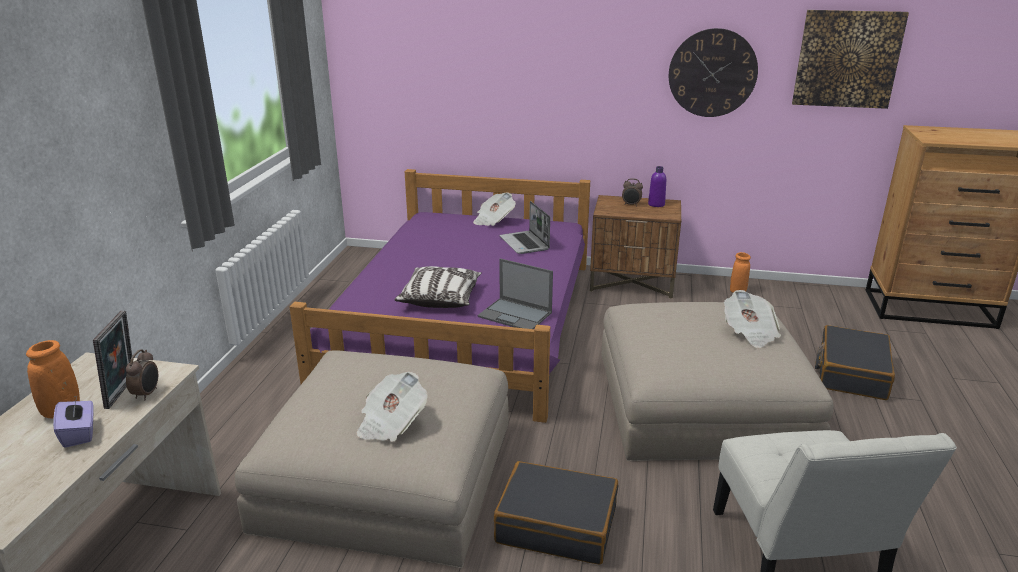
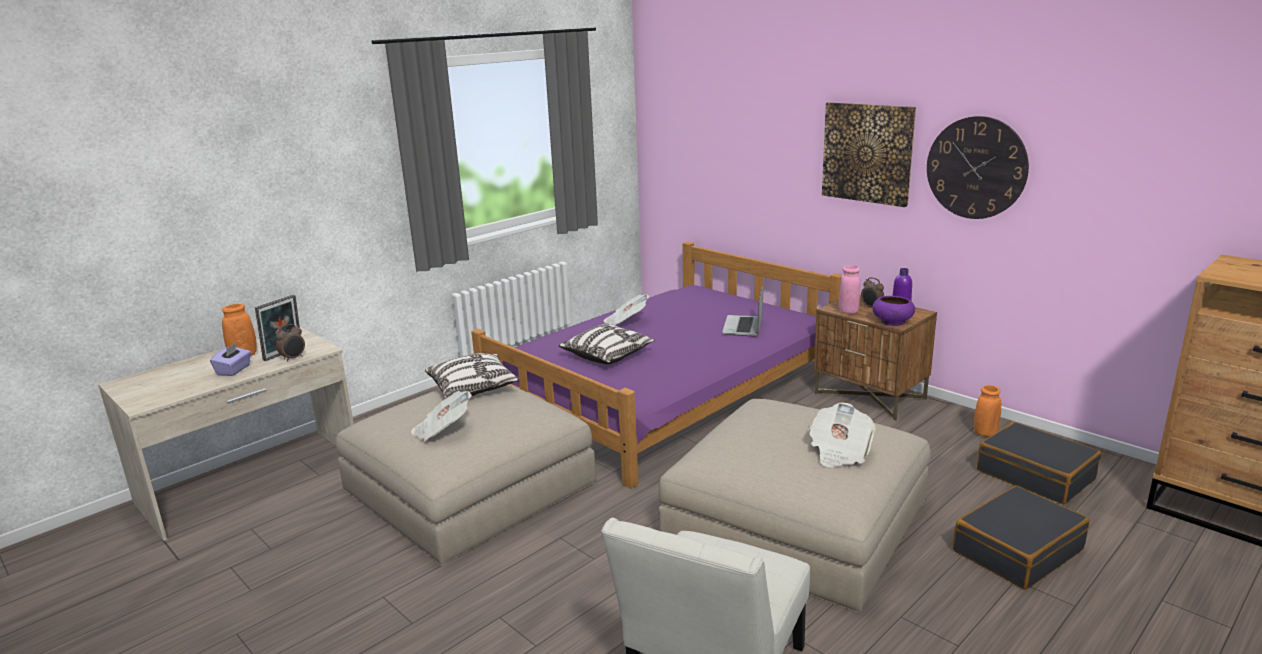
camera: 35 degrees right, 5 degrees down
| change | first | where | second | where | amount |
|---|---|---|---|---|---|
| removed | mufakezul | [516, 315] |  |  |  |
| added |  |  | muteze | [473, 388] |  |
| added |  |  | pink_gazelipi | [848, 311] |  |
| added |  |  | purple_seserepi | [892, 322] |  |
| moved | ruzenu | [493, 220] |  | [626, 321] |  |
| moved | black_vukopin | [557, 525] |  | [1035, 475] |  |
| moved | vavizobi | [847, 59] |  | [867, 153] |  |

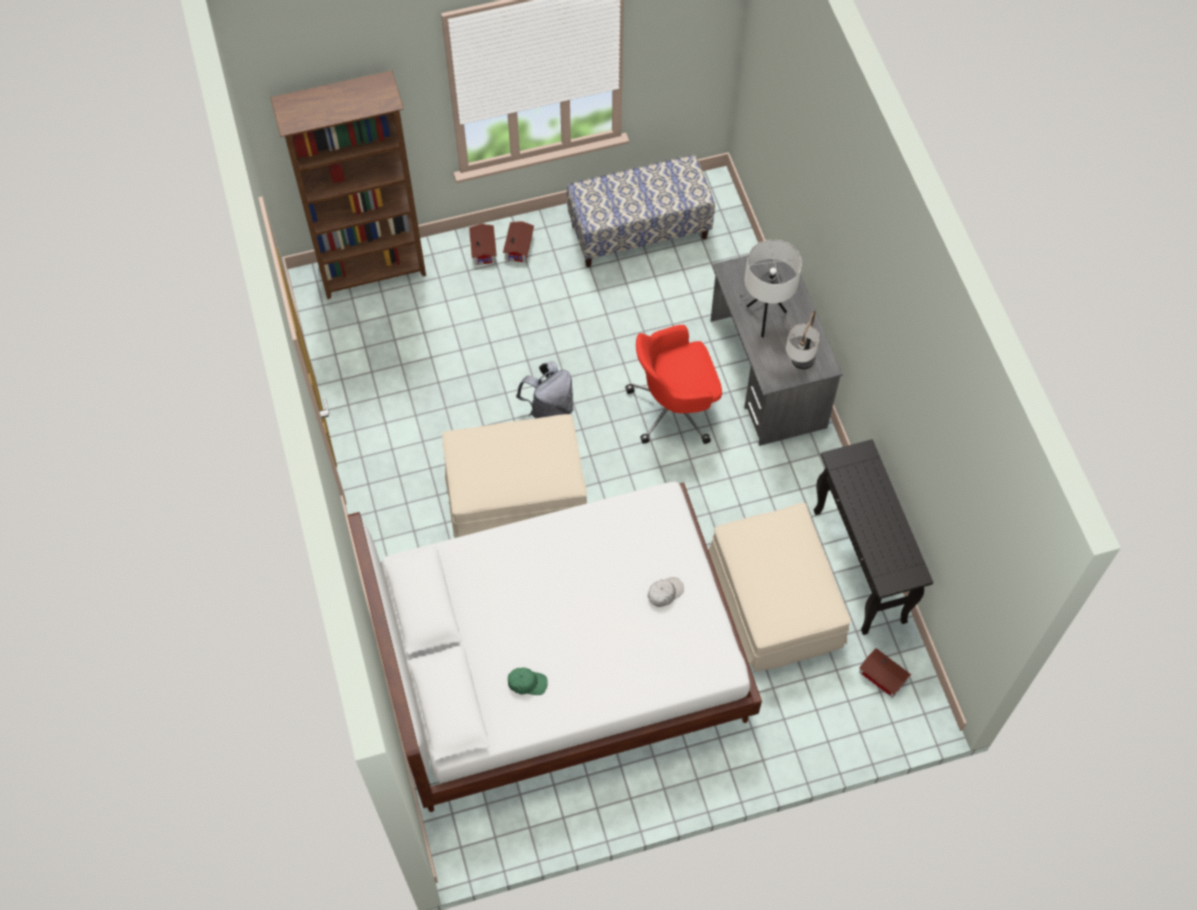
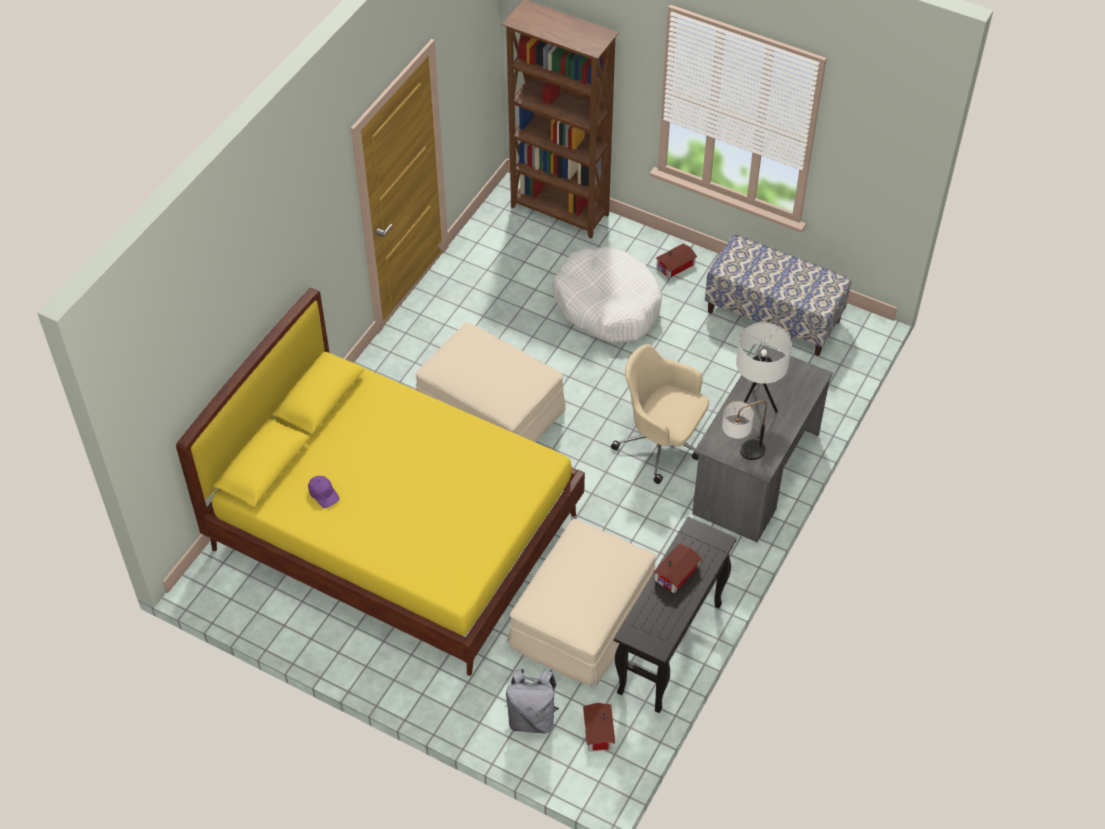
camera: 45 degrees right, 10 degrees down
| change | first | where | second | where | amount |
|---|---|---|---|---|---|
| removed | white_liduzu | [665, 593] |  |  |  |
| added |  |  | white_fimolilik | [607, 305] |  |
| moved | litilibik | [484, 248] |  | [678, 573] |  |
| moved | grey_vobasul | [549, 411] |  | [532, 718] |  |
| recoloured | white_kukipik | [559, 659] | yellow_kukipik | [396, 531] |  |
| recoloured | green_liduzu | [527, 683] | purple_liduzu | [323, 494] |  |
| recoloured | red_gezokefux | [675, 407] | beige_gezokefux | [662, 444] |  |

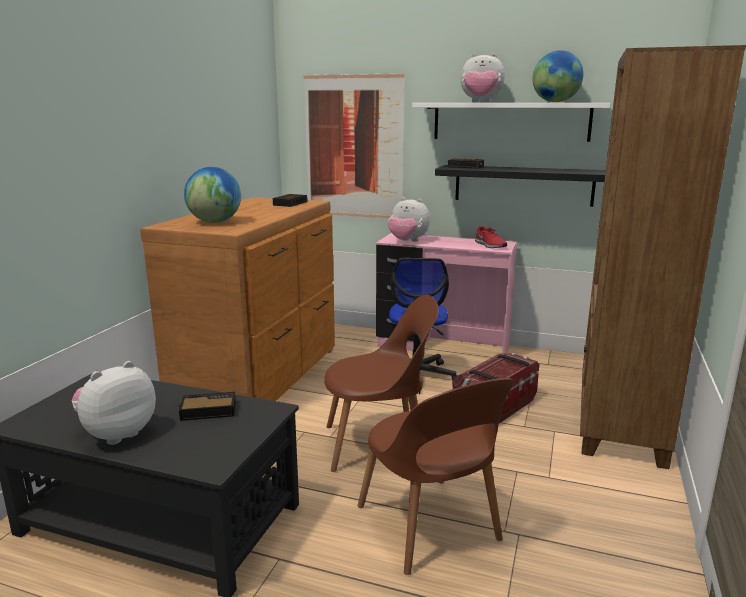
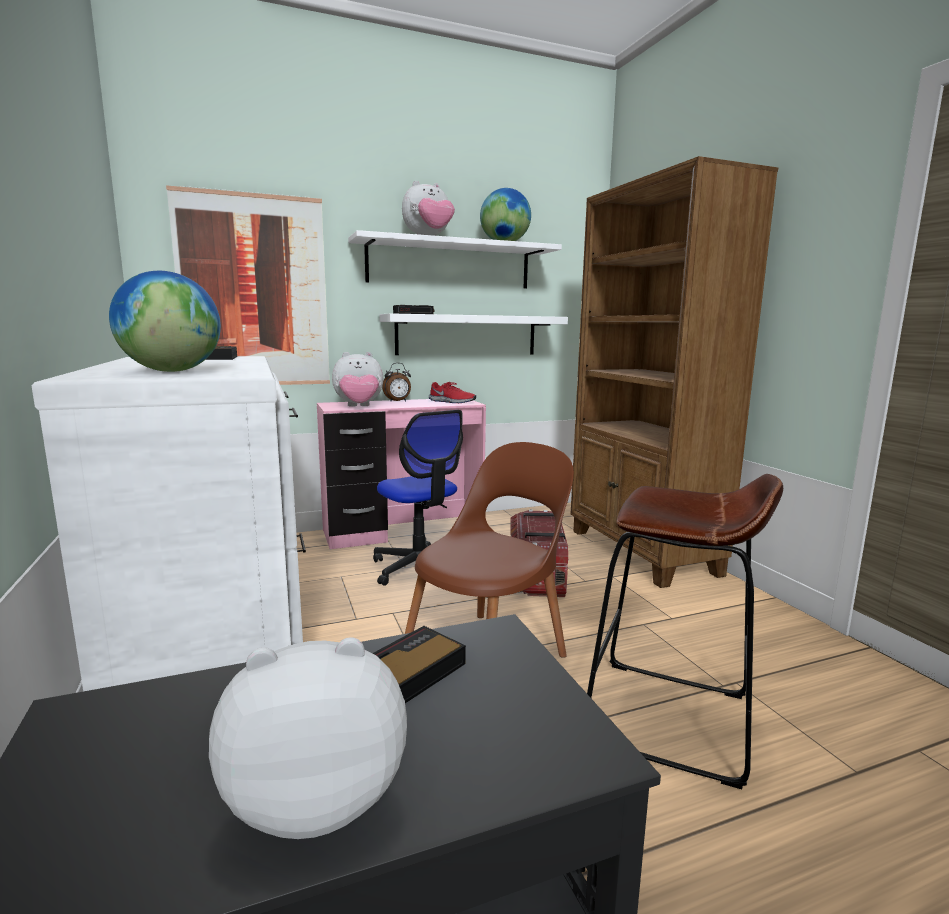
camera: 40 degrees left, 5 degrees down
| change | first | where | second | where | amount |
|---|---|---|---|---|---|
| added |  |  | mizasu | [398, 401] |  |
| replaced | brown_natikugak | [429, 527] | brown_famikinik | [668, 718] |  |
| recoloured | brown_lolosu | [261, 378] | white_lolosu | [218, 633] |  |
| recoloured | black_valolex | [523, 185] | white_valolex | [467, 335] |  |
| turned | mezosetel | [117, 434] |  | [317, 796] | 75 degrees clockwise |

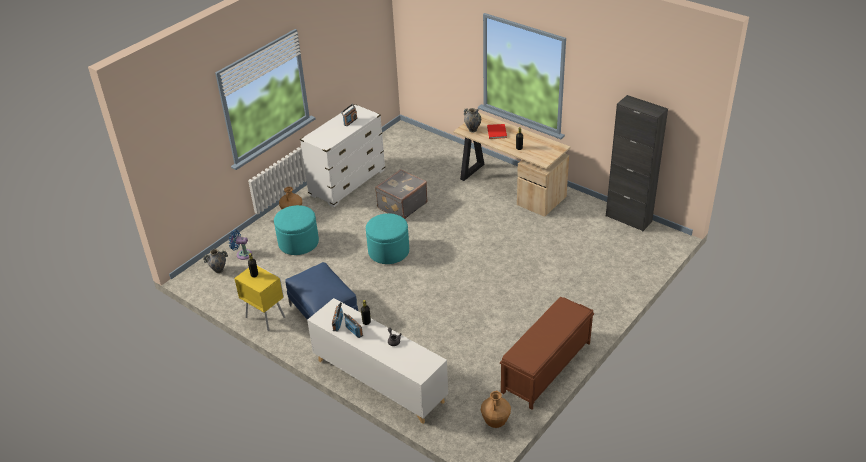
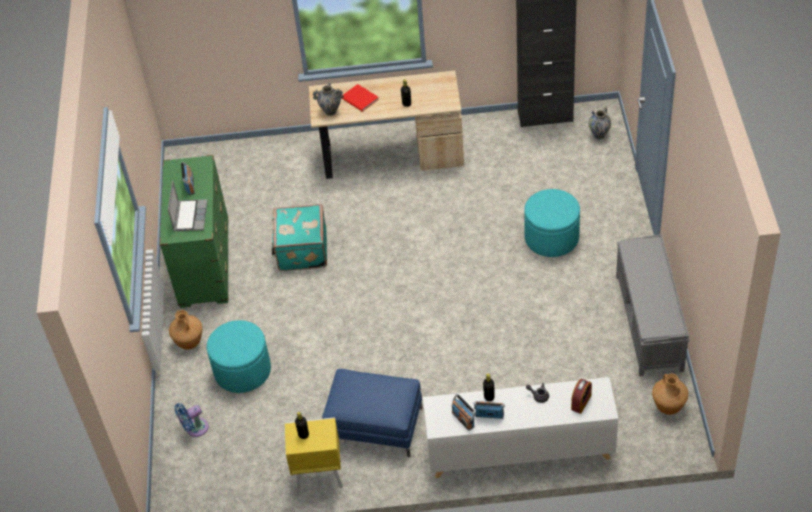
camera: 40 degrees left, 10 degrees up
| change | first | where | second | where | amount |
|---|---|---|---|---|---|
| added |  |  | mufakezul | [190, 216] |  |
| added |  |  | mizasu | [581, 402] |  |
| moved | gazelipi | [218, 270] |  | [599, 135] |  |
| moved | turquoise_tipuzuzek | [388, 251] |  | [551, 238] |  |
| recoloured | white_lolosu | [347, 183] | green_lolosu | [204, 263] |  |
| recoloured | grey_vukopin | [401, 205] | turquoise_vukopin | [301, 250] |  |
| recoloured | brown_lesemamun | [546, 368] | grey_lesemamun | [649, 323] |  |

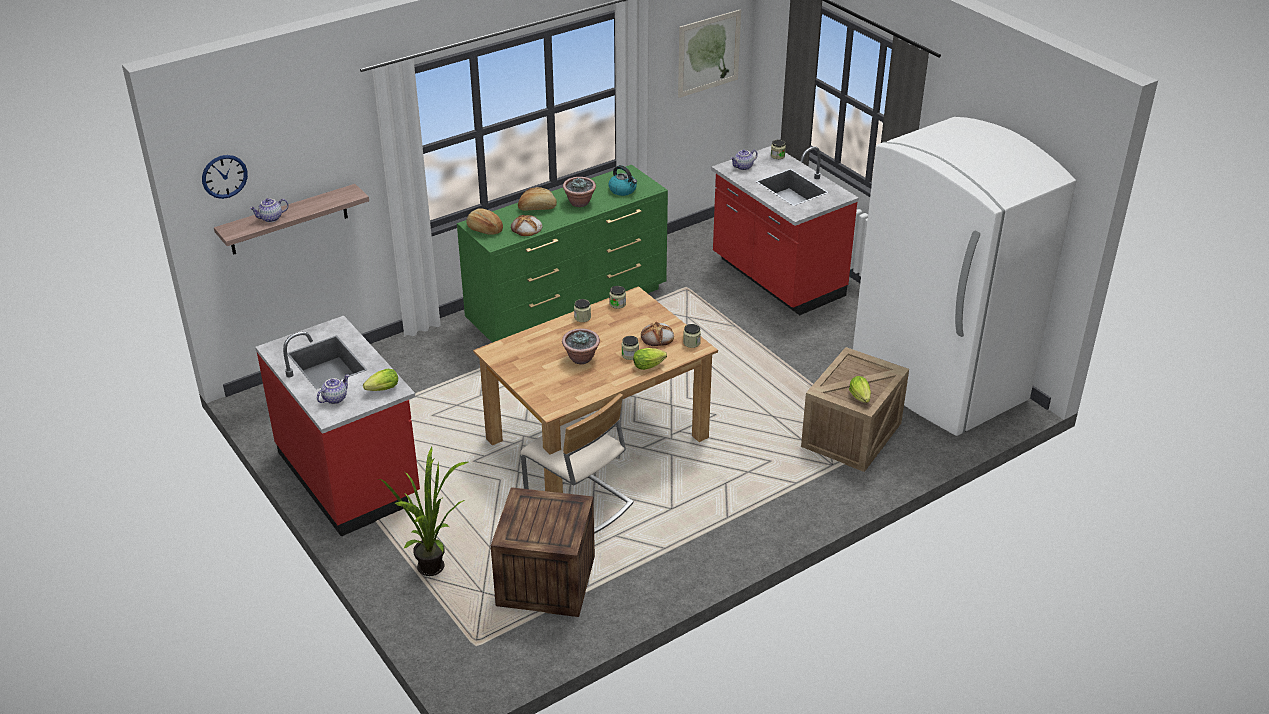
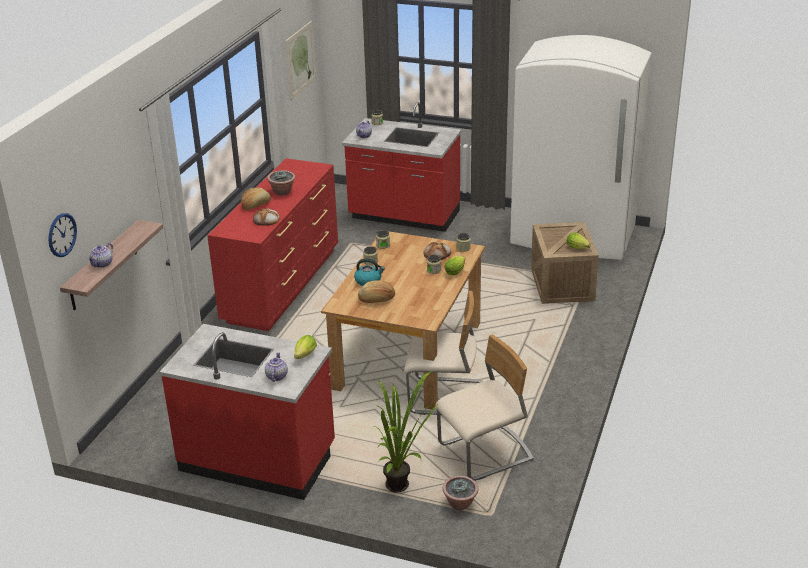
camera: 35 degrees left, 5 degrees down
| change | first | where | second | where | amount |
|---|---|---|---|---|---|
| moved | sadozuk | [484, 229] |  | [376, 299] |  |
| moved | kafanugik | [581, 358] |  | [460, 504] |  |
| moved | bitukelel | [623, 190] |  | [368, 281] |  |
| replaced | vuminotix | [546, 581] | beige_natikugak | [486, 454] |  |
| recoloured | green_lolosu | [569, 306] | red_lolosu | [283, 285] |  |

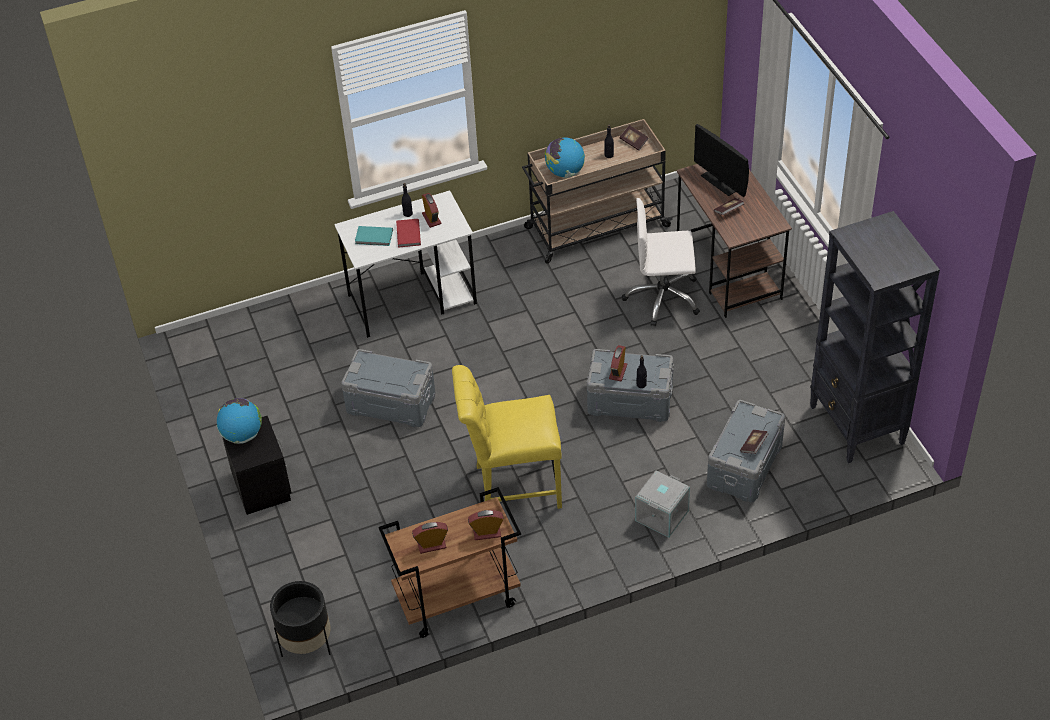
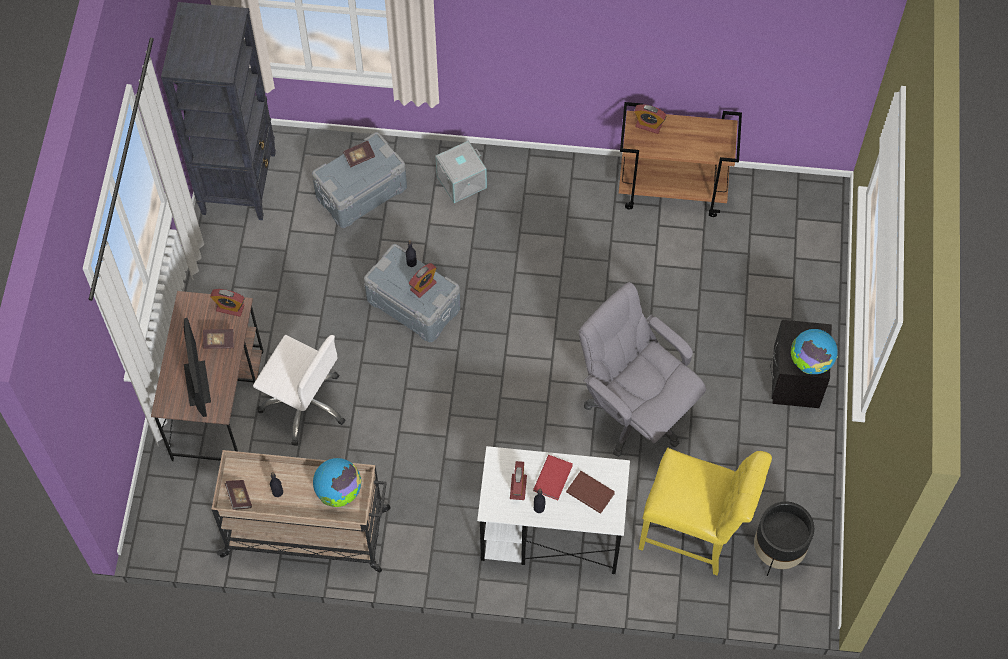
camera: 155 degrees left, 15 degrees up
| change | first | where | second | where | amount |
|---|---|---|---|---|---|
| moved | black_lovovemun | [307, 643] |  | [777, 552] |  |
| moved | mizasu | [432, 545] |  | [230, 308] |  |
| moved | yellow_natikugak | [512, 486] |  | [694, 534] |  |
| replaced | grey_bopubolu | [391, 404] | grey_gezokefux | [635, 412] |  |
| recoloured | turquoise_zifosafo | [374, 237] | brown_zifosafo | [590, 491] |  |

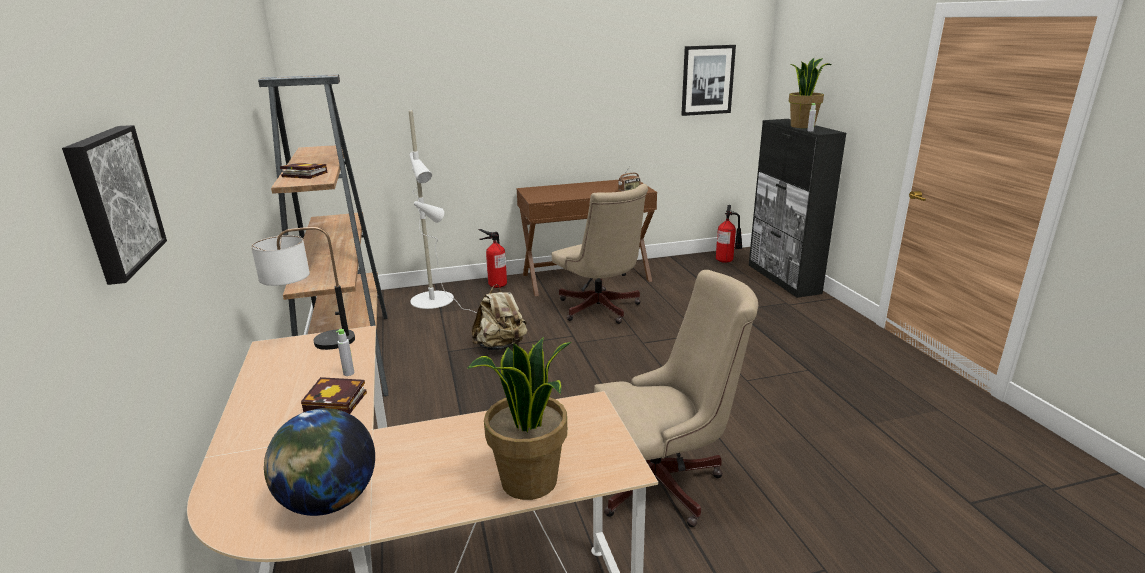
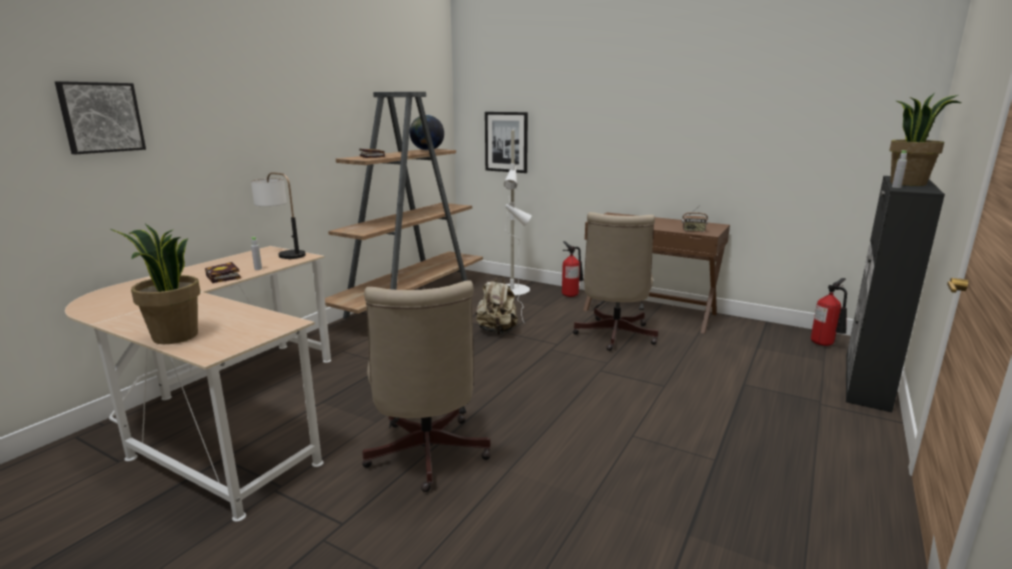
camera: 45 degrees right, 5 degrees down
| change | first | where | second | where | amount |
|---|---|---|---|---|---|
| moved | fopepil | [329, 501] |  | [427, 150] |  |
| moved | vavizobi | [707, 80] |  | [506, 142] |  |
| turned | beige_gezokefux | [665, 483] |  | [426, 457] | 45 degrees clockwise |

